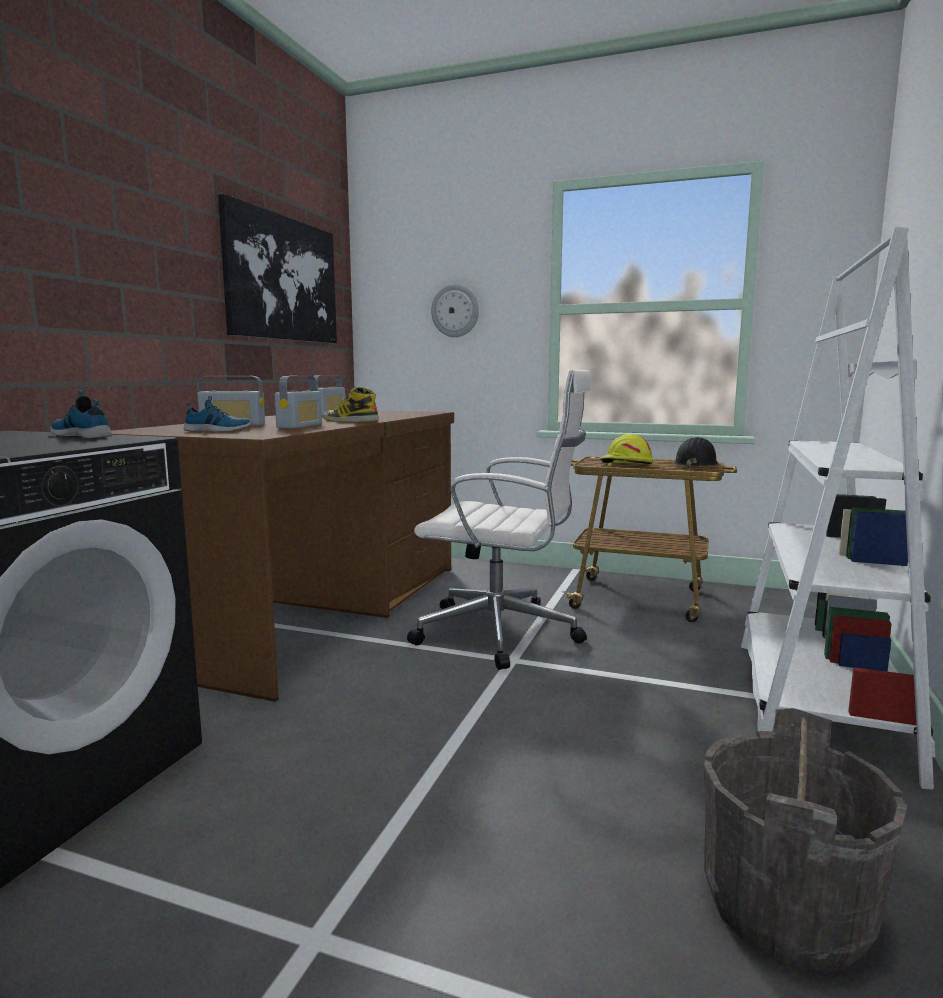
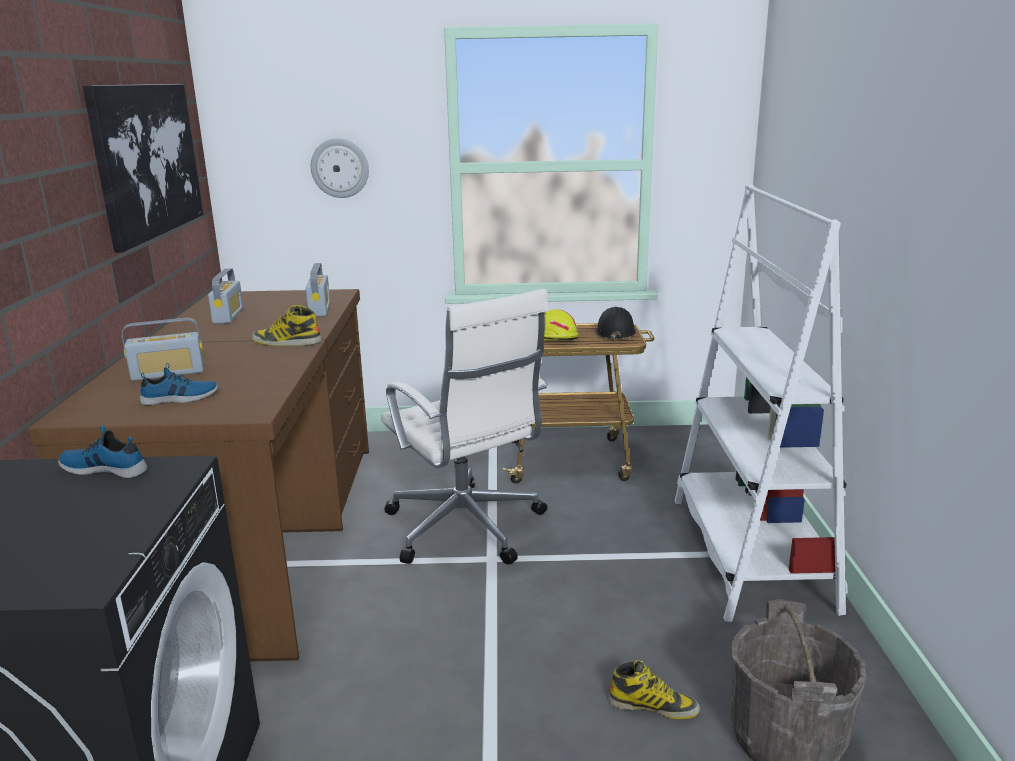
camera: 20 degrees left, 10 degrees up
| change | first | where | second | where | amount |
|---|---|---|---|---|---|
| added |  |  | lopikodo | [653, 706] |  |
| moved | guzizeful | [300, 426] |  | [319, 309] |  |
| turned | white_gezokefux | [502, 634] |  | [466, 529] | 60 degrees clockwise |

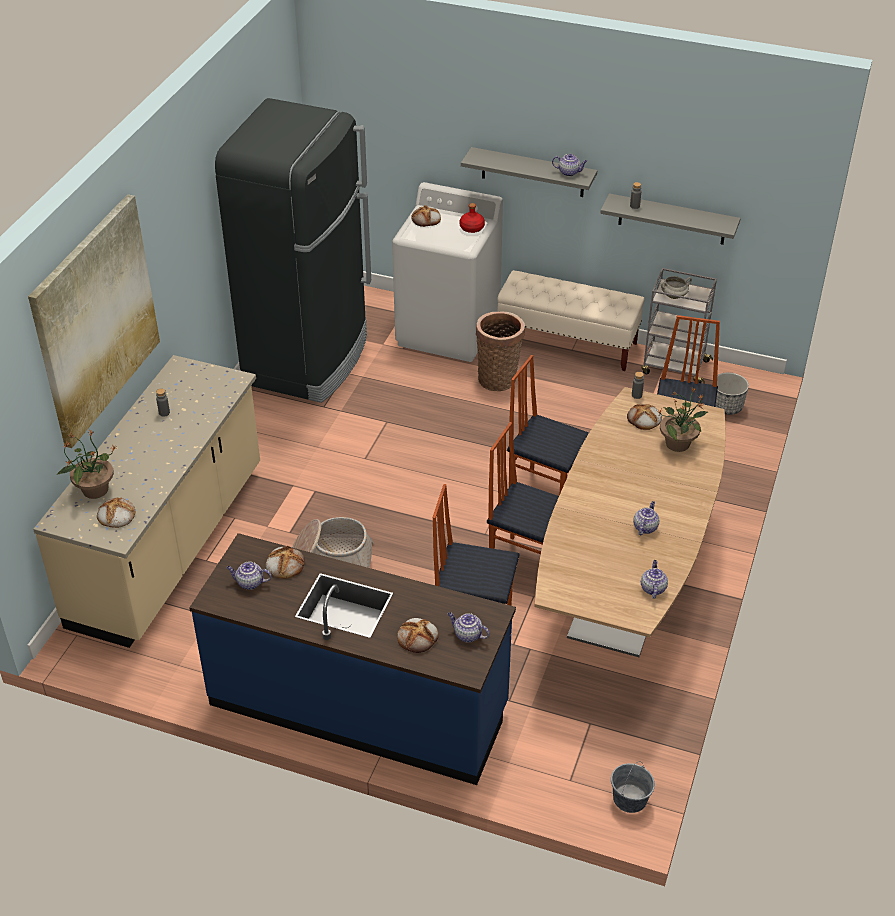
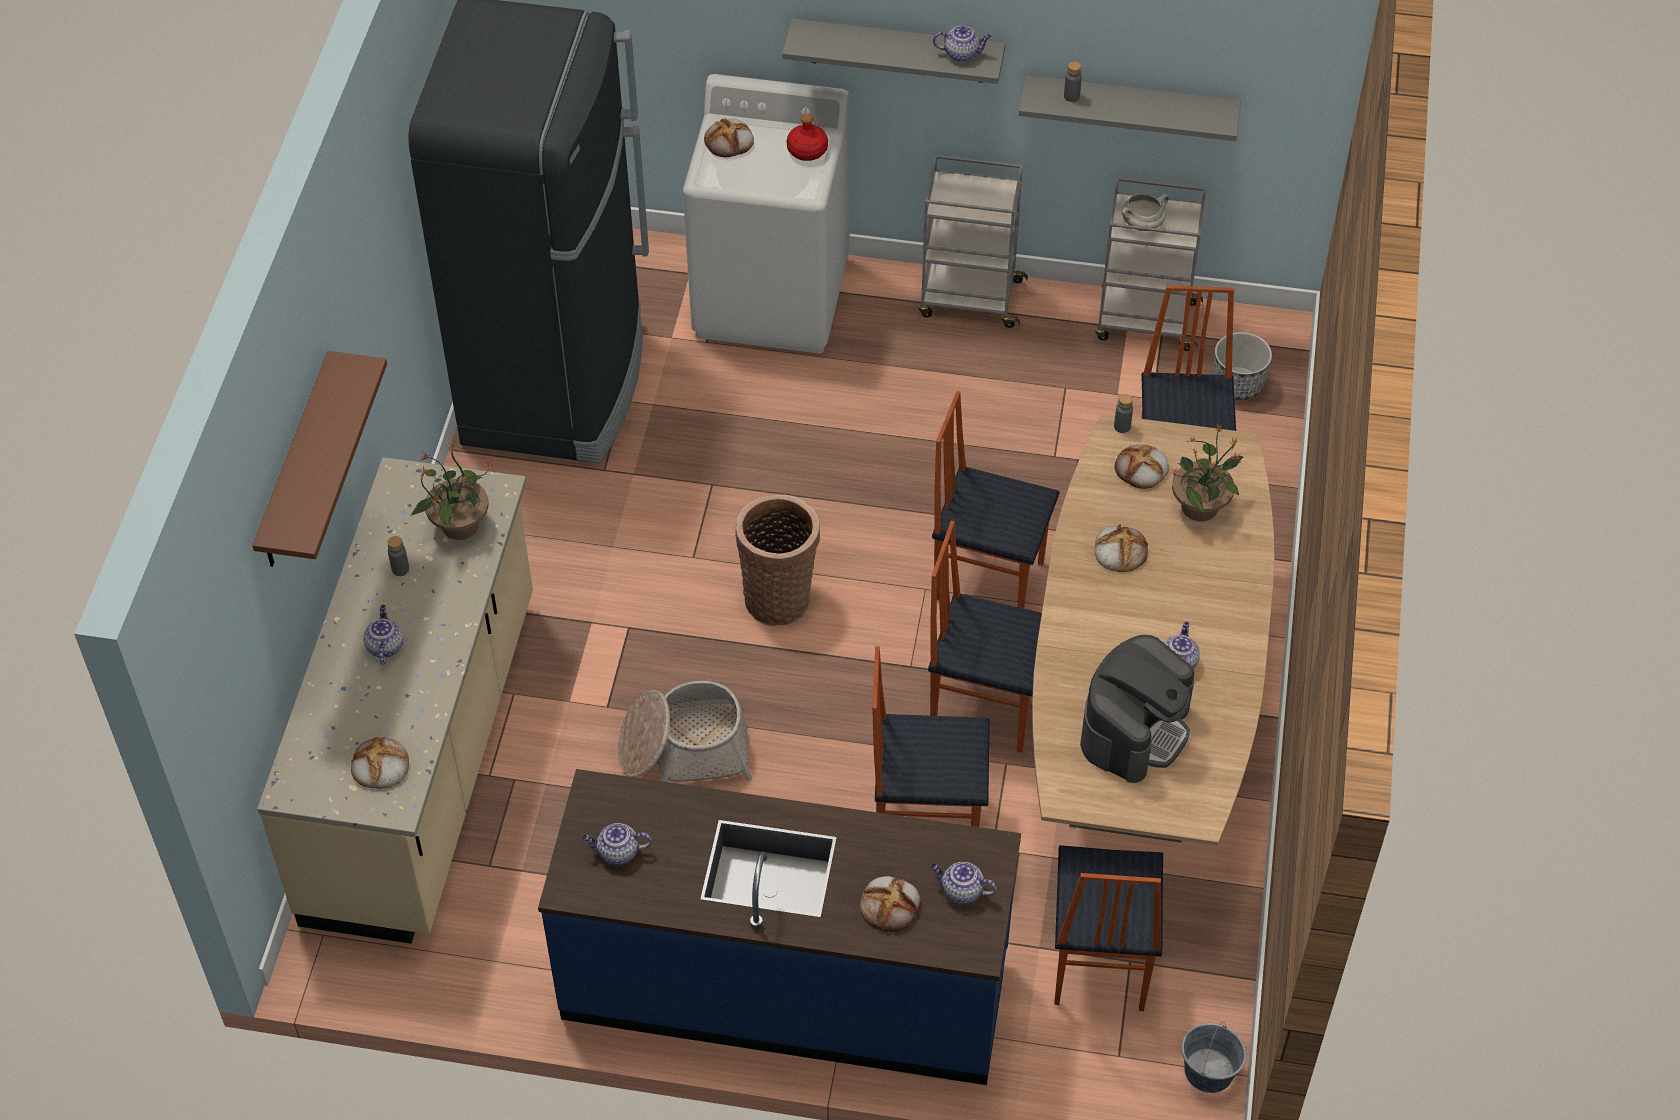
camera: 10 degrees left, 10 degrees up
| change | first | where | second | where | amount |
|---|---|---|---|---|---|
| added |  |  | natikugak | [1097, 964] |  |
| added |  |  | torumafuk | [1135, 729] |  |
| moved | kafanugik | [94, 490] |  | [458, 525] |  |
| moved | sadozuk | [285, 564] |  | [1120, 551] |  |
| moved | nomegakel | [498, 378] |  | [779, 596] |  |
| moved | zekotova | [652, 588] |  | [385, 646] |  |
| replaced | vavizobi | [96, 320] | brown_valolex | [295, 465] |  |
| replaced | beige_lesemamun | [568, 344] | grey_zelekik | [969, 298] |  |

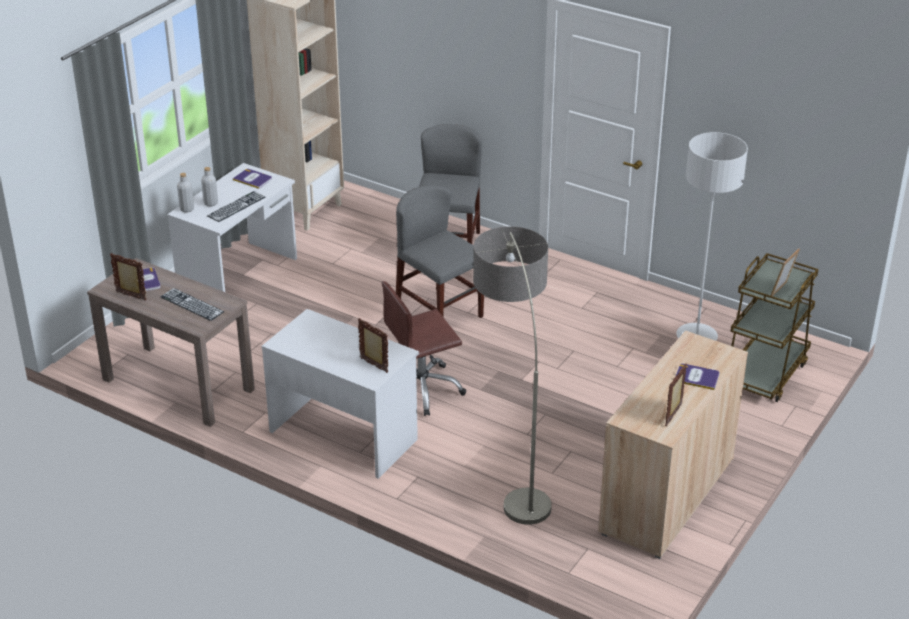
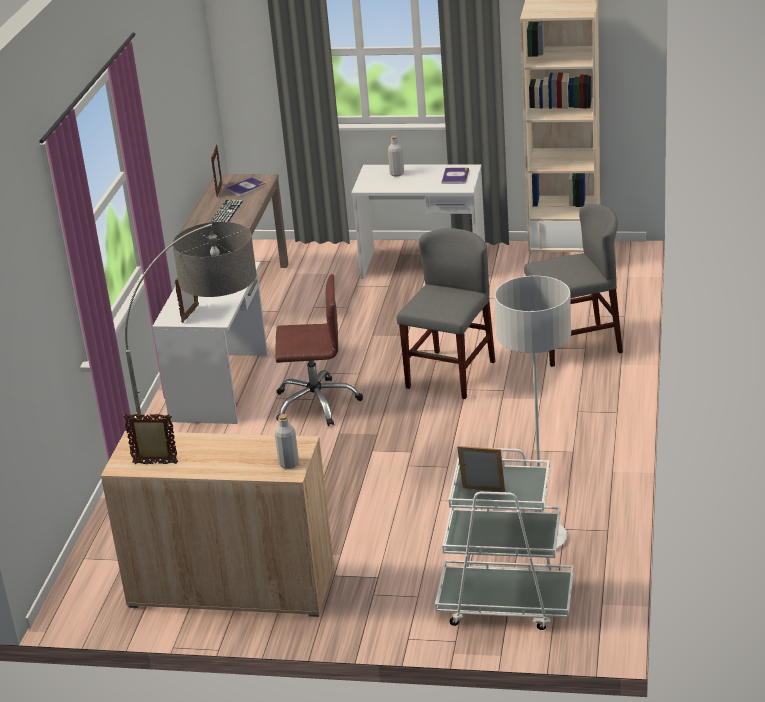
camera: 70 degrees right, 5 degrees down
| change | first | where | second | where | amount |
|---|---|---|---|---|---|
| removed | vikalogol | [236, 206] |  |  |  |
| removed | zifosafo | [697, 377] |  |  |  |
| moved | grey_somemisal | [187, 209] |  | [289, 464] |  |
| recoloured | brown_zelekik | [764, 373] | white_zelekik | [505, 603] |  |
| turned | brown_gezokefux | [422, 389] |  | [316, 403] | 135 degrees clockwise |

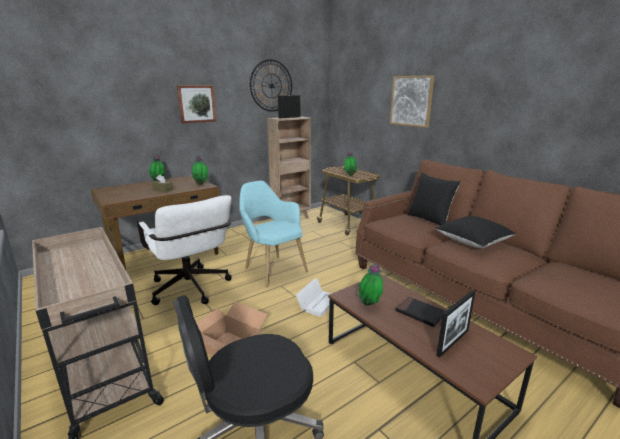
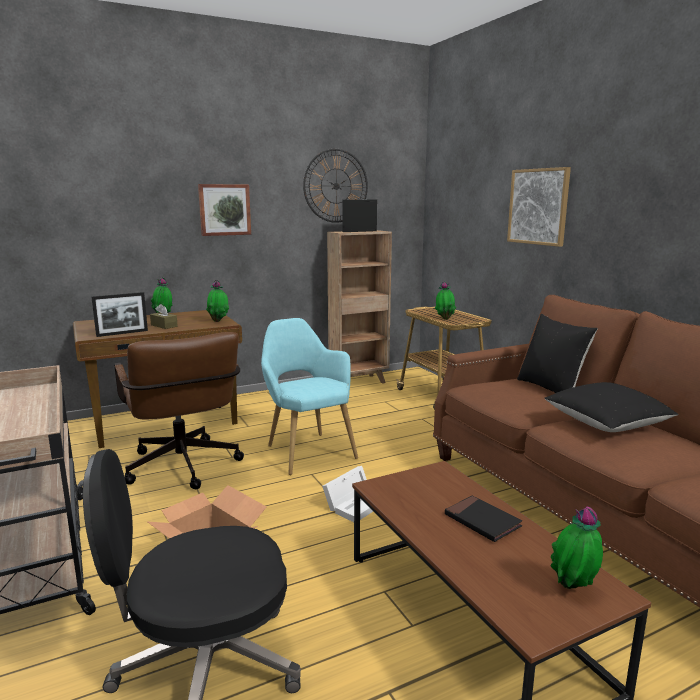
camera: 10 degrees right, 5 degrees down
| change | first | where | second | where | amount |
|---|---|---|---|---|---|
| moved | kafanugik | [369, 306] |  | [573, 589] |  |
| moved | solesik | [453, 342] |  | [122, 333] |  |
| recoloured | white_gezokefux | [192, 290] | brown_gezokefux | [184, 469] |  |

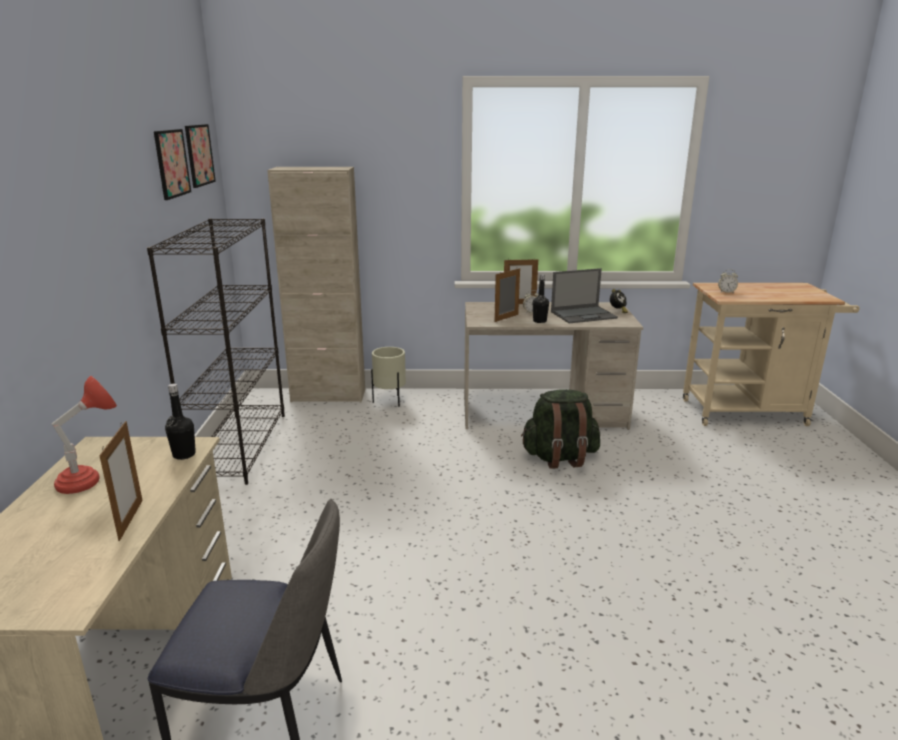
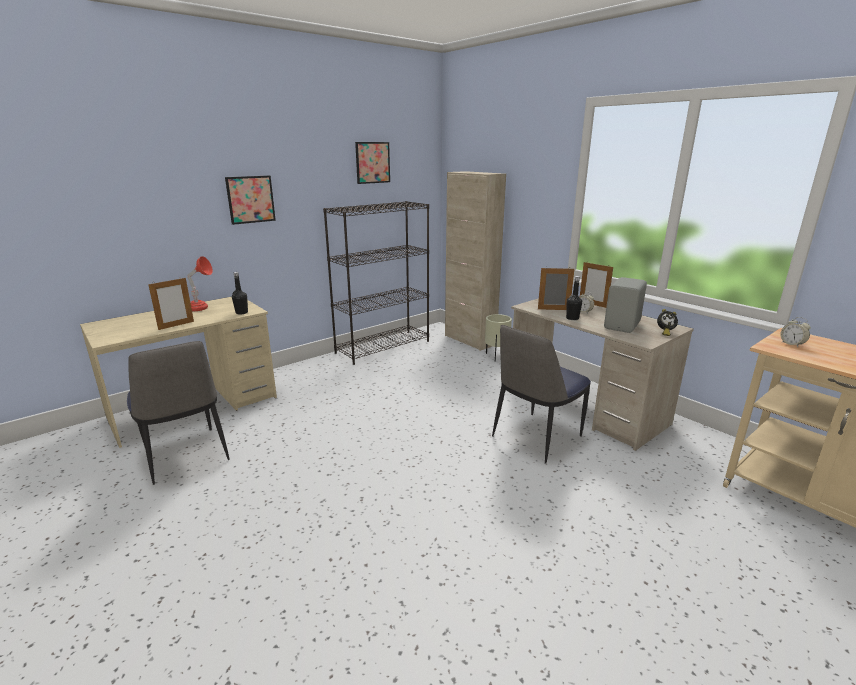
camera: 50 degrees right, 0 degrees up
| change | first | where | second | where | amount |
|---|---|---|---|---|---|
| moved | vavizobi | [199, 155] |  | [250, 199] |  |
| replaced | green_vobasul | [560, 457] | natikugak | [535, 437] |  |
| replaced | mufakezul | [584, 315] | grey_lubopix | [623, 325] |  |

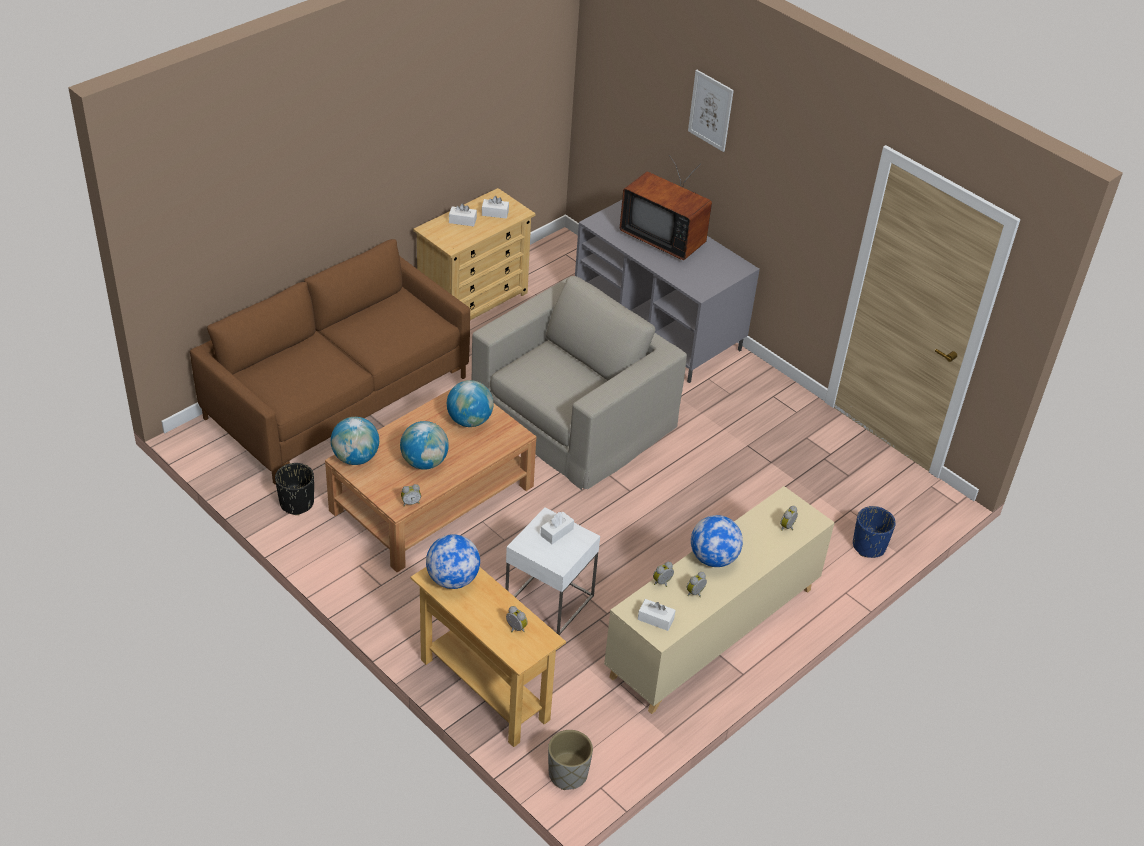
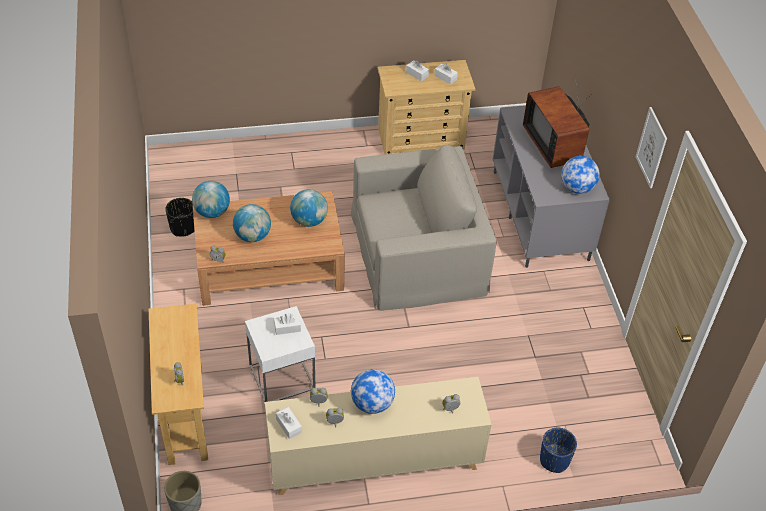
camera: 35 degrees right, 5 degrees up
| change | first | where | second | where | amount |
|---|---|---|---|---|---|
| removed | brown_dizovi | [337, 397] |  |  |  |
| moved | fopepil | [452, 579] |  | [577, 188] |  |
| moved | vavizobi | [711, 110] |  | [651, 147] |  |

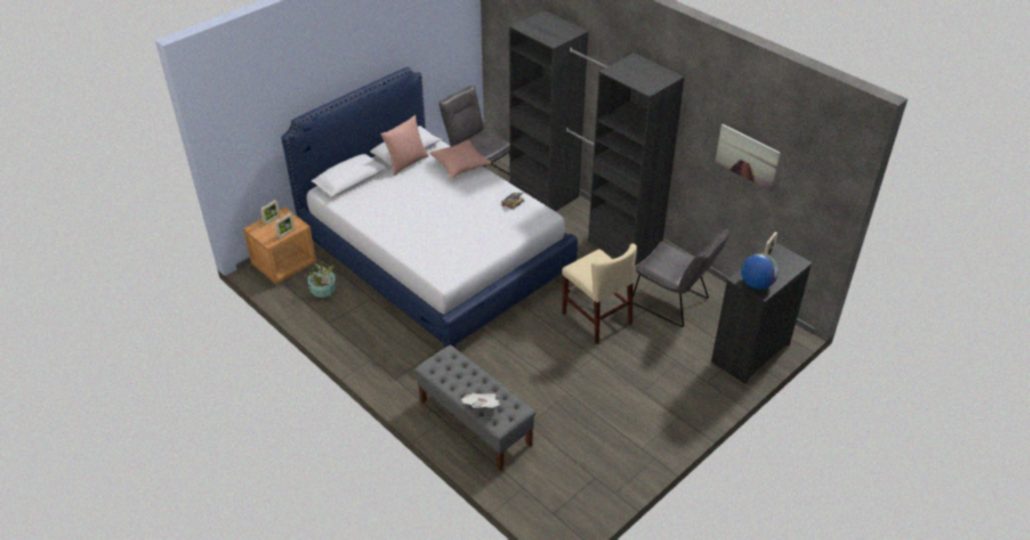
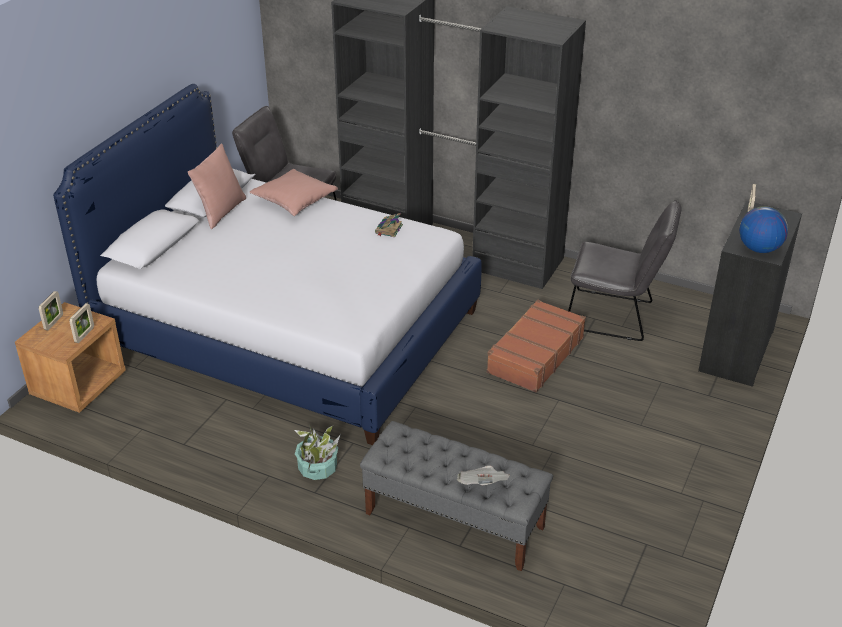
camera: 20 degrees left, 5 degrees down
| change | first | where | second | where | amount |
|---|---|---|---|---|---|
| removed | vavizobi | [747, 157] |  |  |  |
| moved | kafanugik | [323, 290] |  | [318, 468] |  |
| replaced | beige_natikugak | [596, 318] | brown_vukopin | [535, 355] |  |

